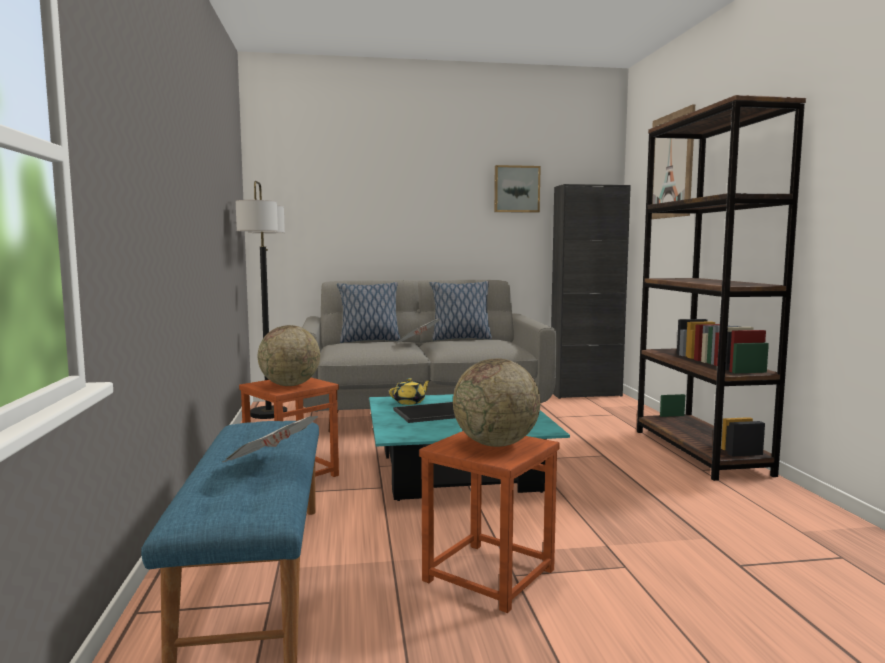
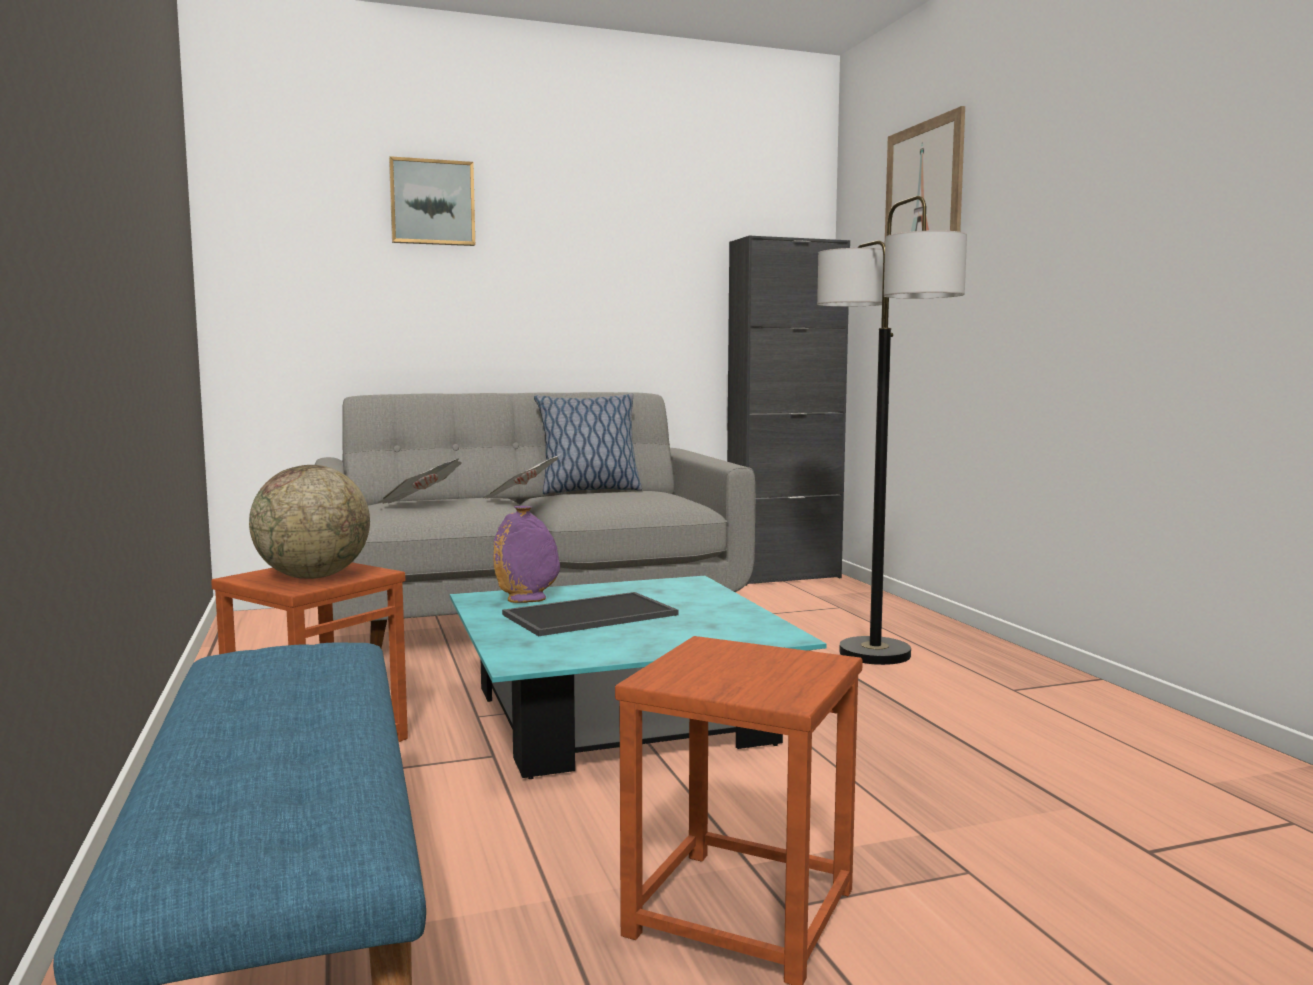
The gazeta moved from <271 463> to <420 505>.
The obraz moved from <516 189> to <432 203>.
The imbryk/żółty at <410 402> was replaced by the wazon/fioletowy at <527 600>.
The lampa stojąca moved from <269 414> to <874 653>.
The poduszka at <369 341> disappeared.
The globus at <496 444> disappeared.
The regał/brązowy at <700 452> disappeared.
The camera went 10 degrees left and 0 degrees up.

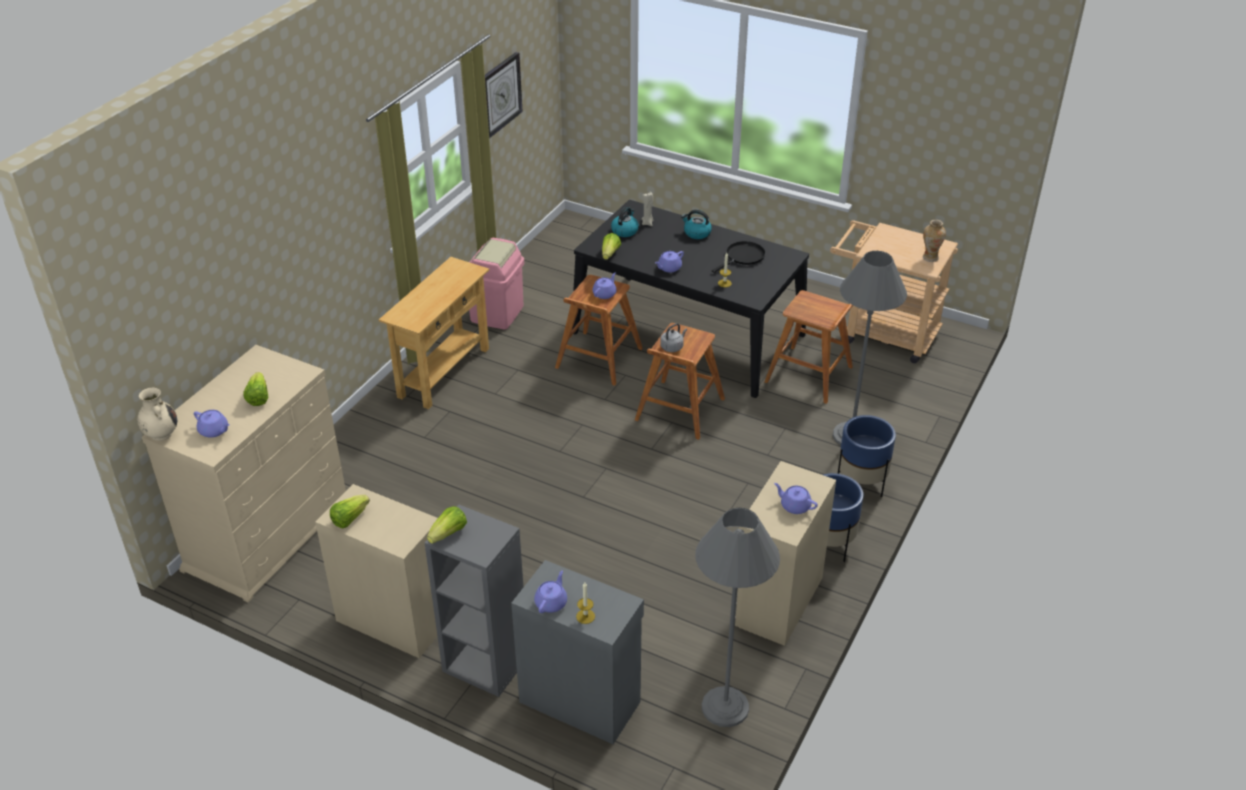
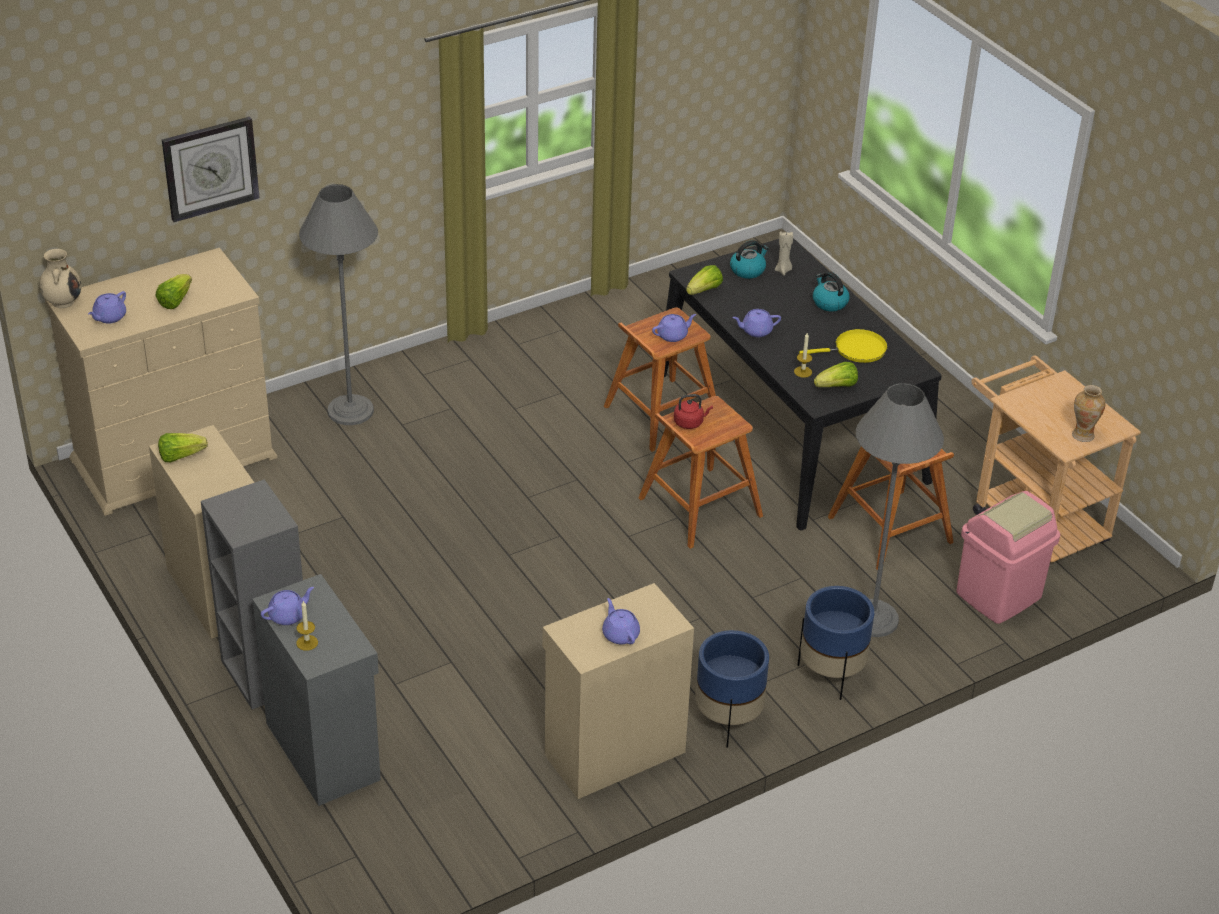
The imbryk/fioletowy at <214 431> turned 60 degrees clockwise.
The zegar ścienny moved from <500 95> to <210 168>.
The lampa stojąca/szary moved from <725 707> to <350 410>.
The czajnik/szary at <672 347> became the czajnik/czerwony at <690 422>.
The patelnia/czarny at <743 257> became the patelnia/żółty at <856 350>.
The sałata moved from <448 534> to <837 386>.
The kosz na śmieci/różowy moved from <497 314> to <999 596>.
The stolik konsolowy/beżowy at <444 372> disappeared.
The camera went 30 degrees right and 0 degrees up.

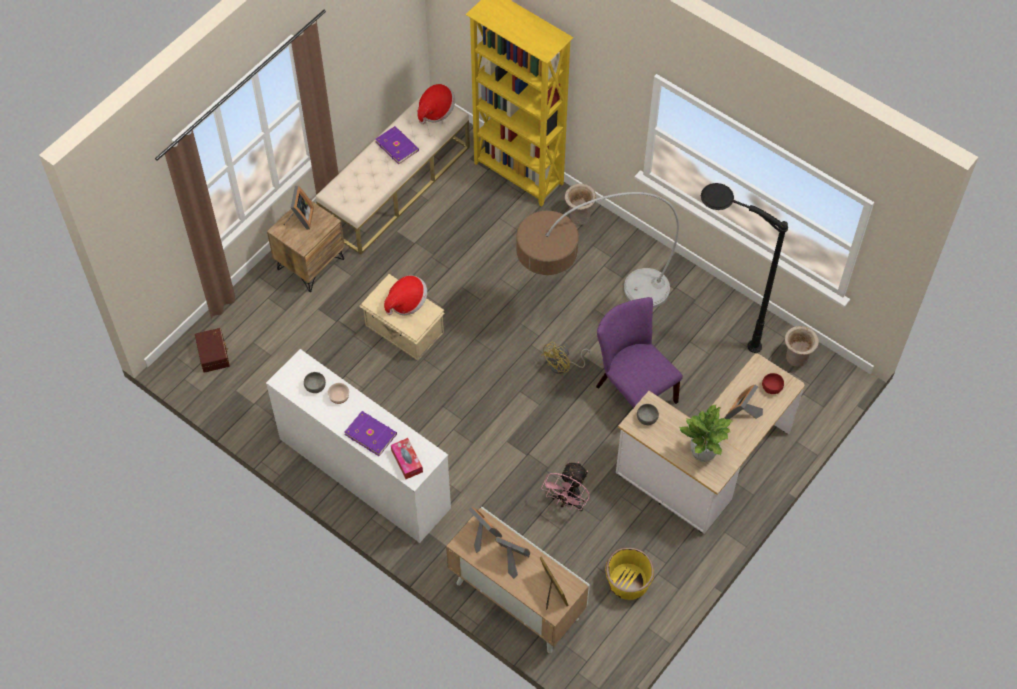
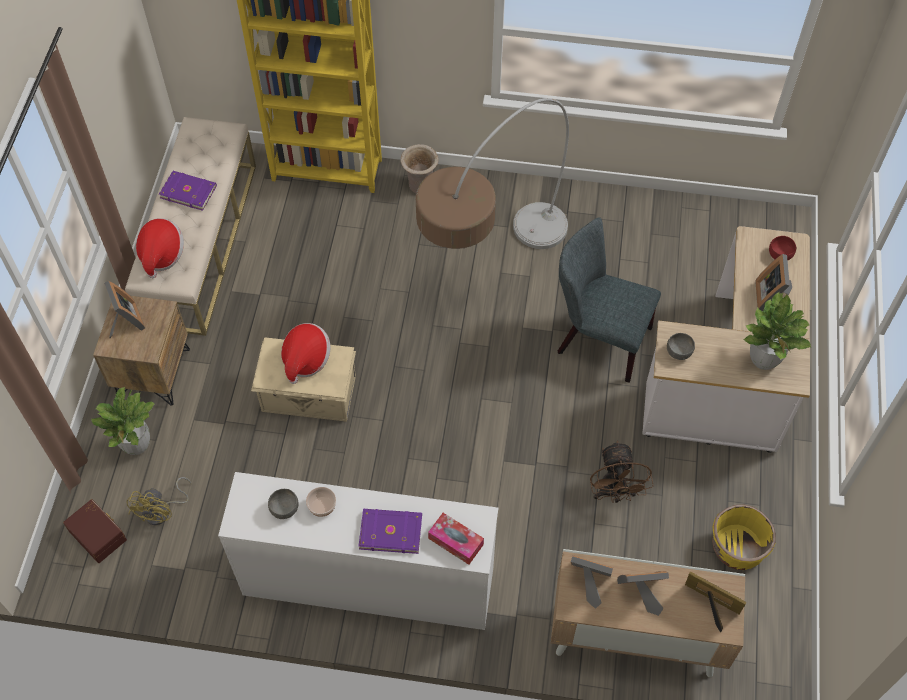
The roślina doniczkowa at <136 445> appeared.
The wentylator/żółty moved from <563 366> to <162 511>.
The kapelusz moved from <436 111> to <161 255>.
The krzesło/fioletowy at <632 391> became the krzesło/szary at <598 339>.
The wentylator/różowy at <568 502> became the wentylator/brązowy at <614 493>.
The lampa stojąca/czarny at <711 330> disappeared.
The wazon/beżowy at <796 359> disappeared.
The camera went 30 degrees left and 0 degrees up.

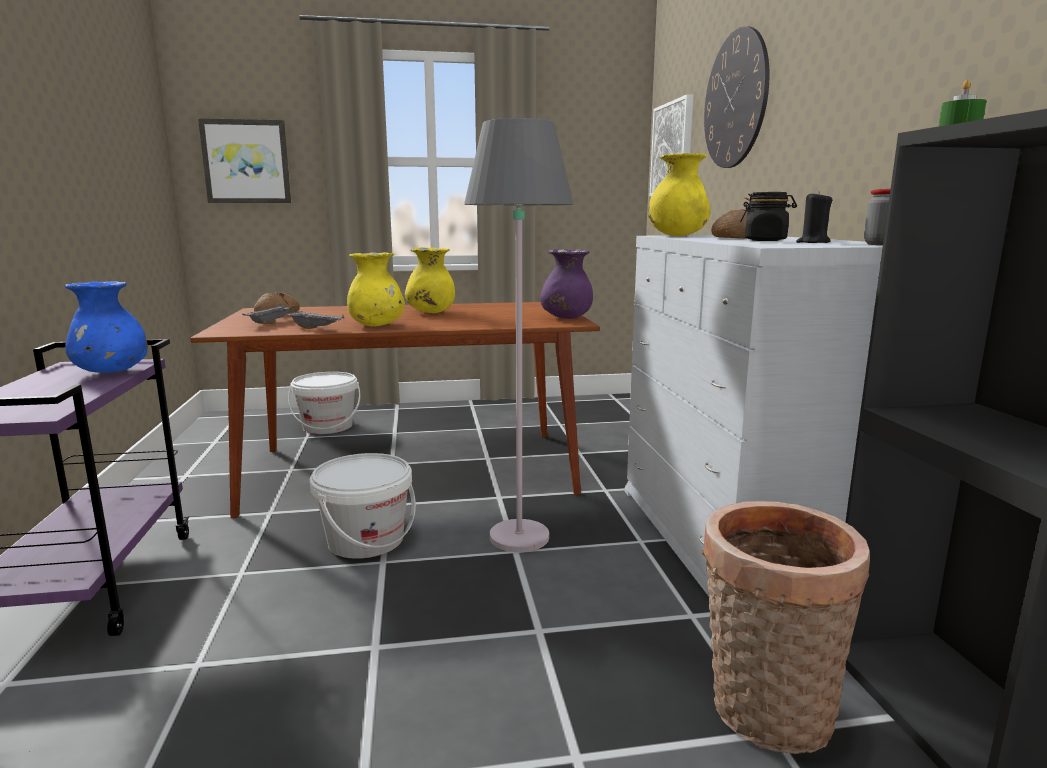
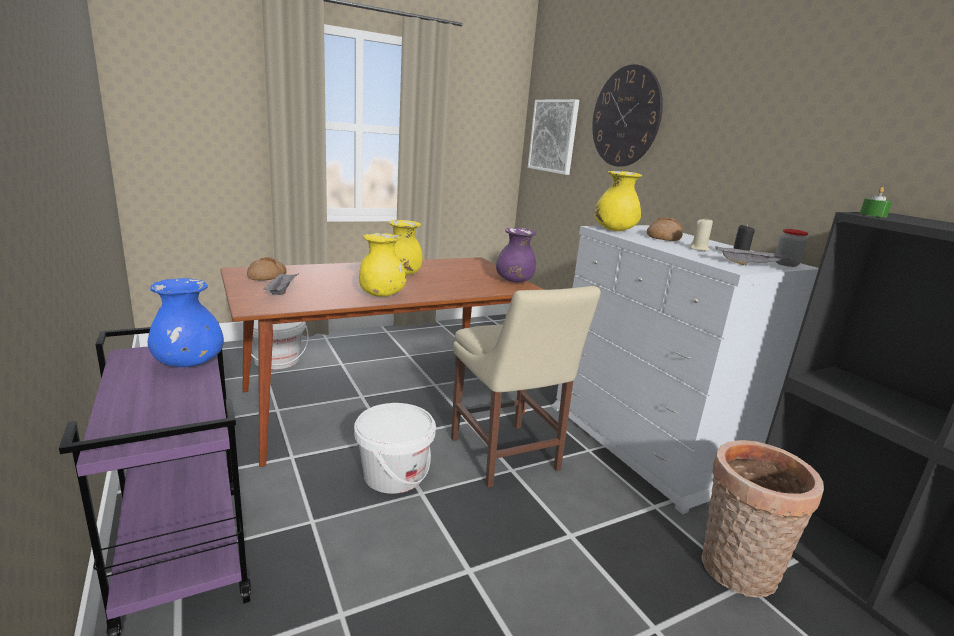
The lampa stojąca/szary at <519 537> was replaced by the krzesło/beżowy at <506 457>.
The słoik/czarny at <765 240> was replaced by the świeca/beżowy at <699 249>.
The taca/szary moved from <316 329> to <749 265>.
The obraz at <246 162> disappeared.
The camera went 20 degrees left and 5 degrees up.

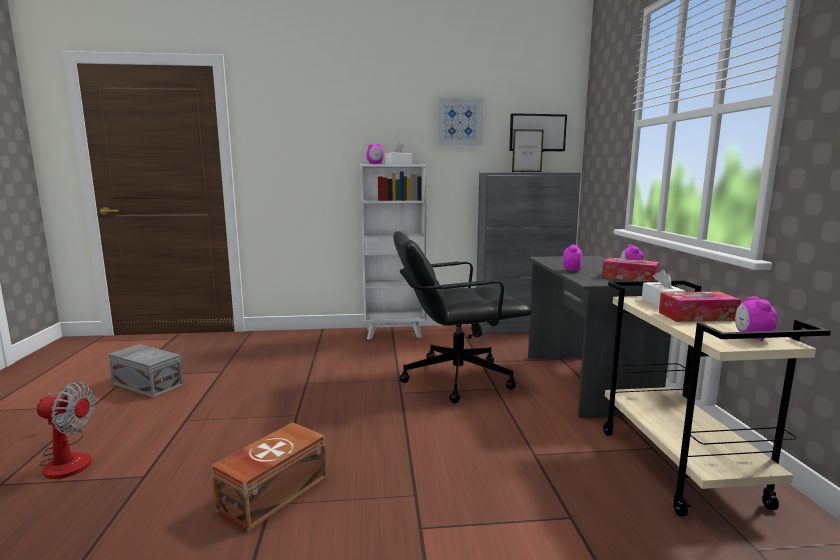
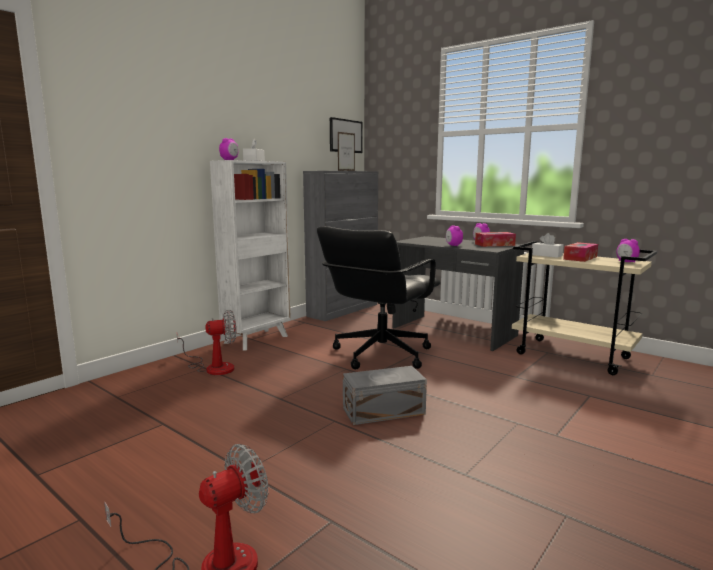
The wentylator at <213 367> appeared.
The pojemnik do przechowywania/szary moved from <148 384> to <382 410>.
The pojemnik do przechowywania/brązowy at <271 493> disappeared.
The obraz at <459 122> disappeared.
The camera went 45 degrees left and 0 degrees up.

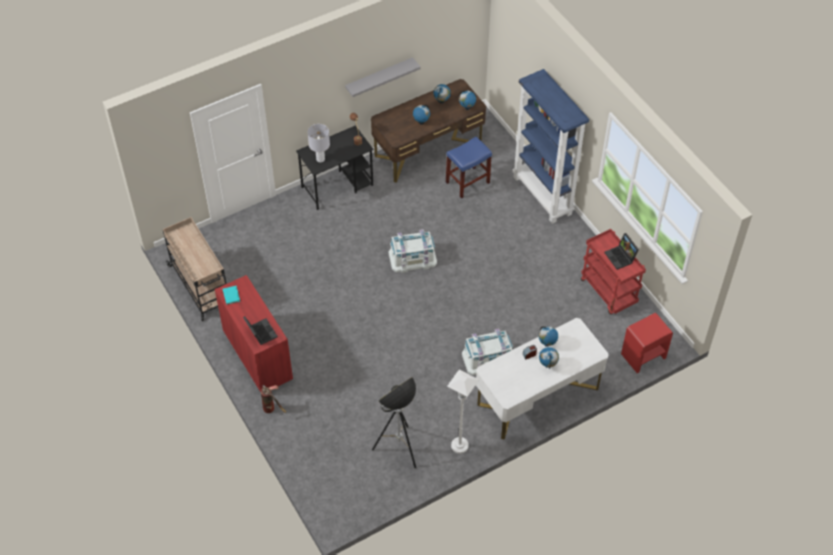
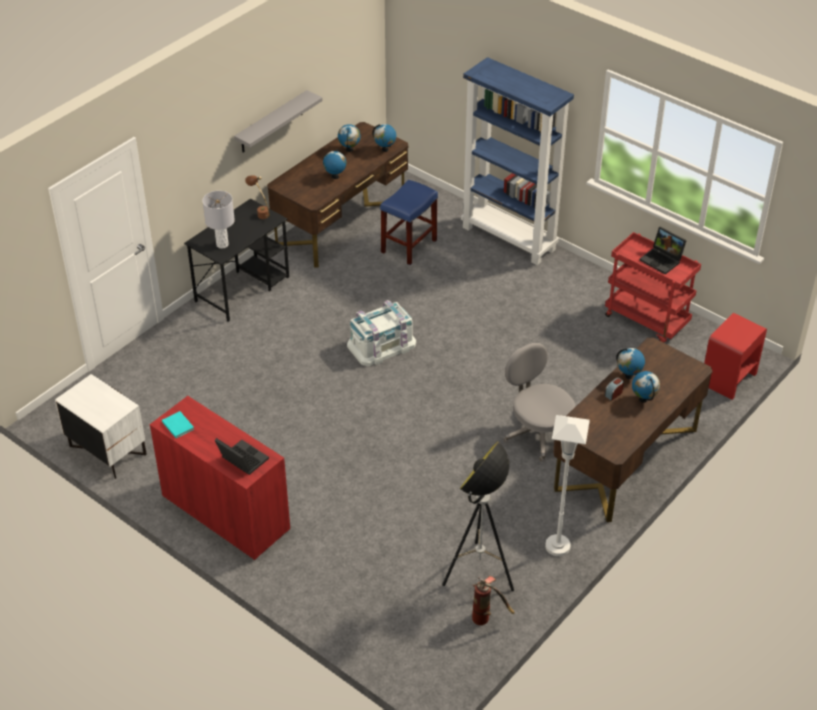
The wózek/beżowy at <201 286> was replaced by the szafka nocna/biały at <107 451>.
The gaśnica moved from <273 409> to <487 617>.
The pojemnik do przechowywania/biały at <487 358> was replaced by the krzesło biurowe/szary at <538 433>.
The biurko/biały at <538 396> became the biurko/brązowy at <626 459>.
The camera went 20 degrees left and 10 degrees down.

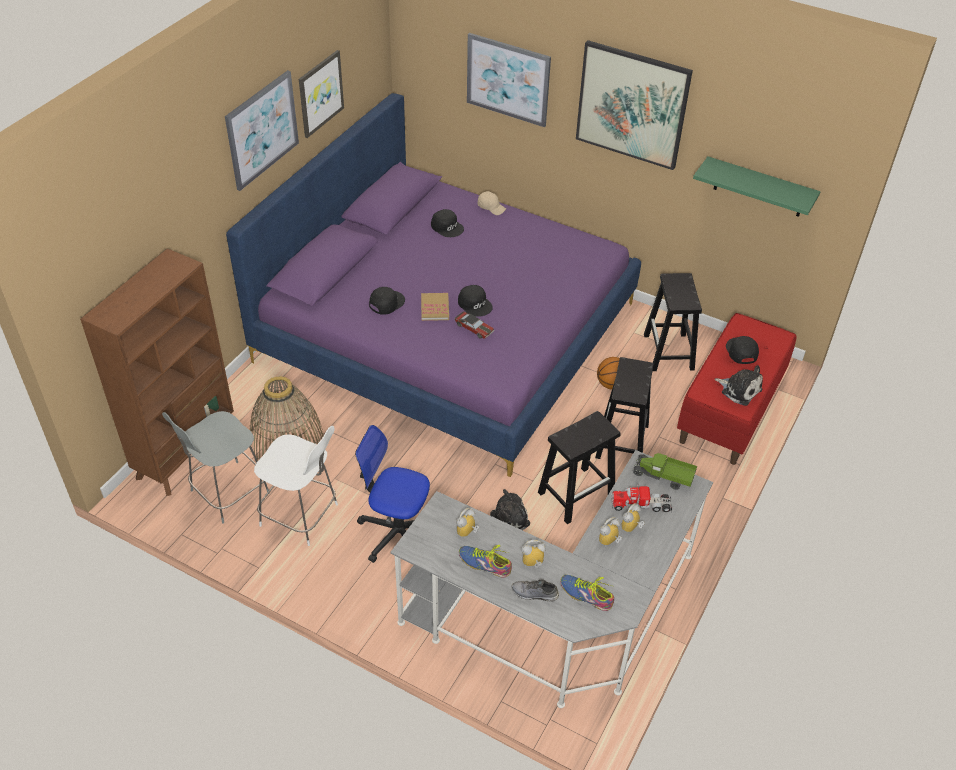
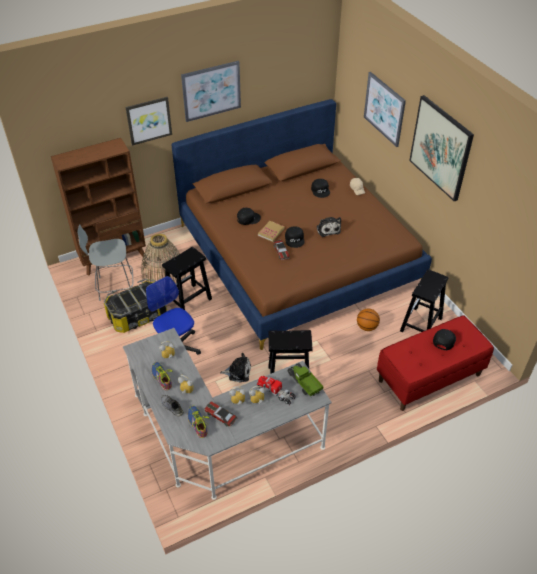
The krzesło/biały at <301 516> was replaced by the pojemnik do przechowywania at <137 316>.
The obraz moved from <320 93> to <149 120>.
The stołek/czarny moved from <622 442> to <188 301>.
The łóżko/fioletowy at <447 331> became the łóżko/brązowy at <297 254>.
The samochodzik at <220 416> appeared.
The pluszak moved from <739 390> to <328 229>.
The półka/zielony at <759 187> disappeared.
The camera went 35 degrees right and 0 degrees up.

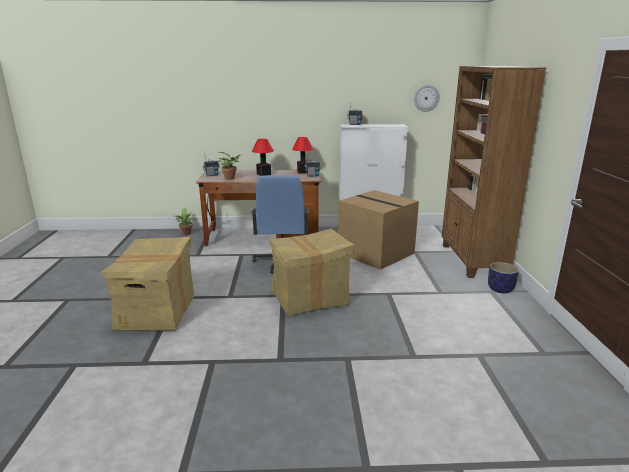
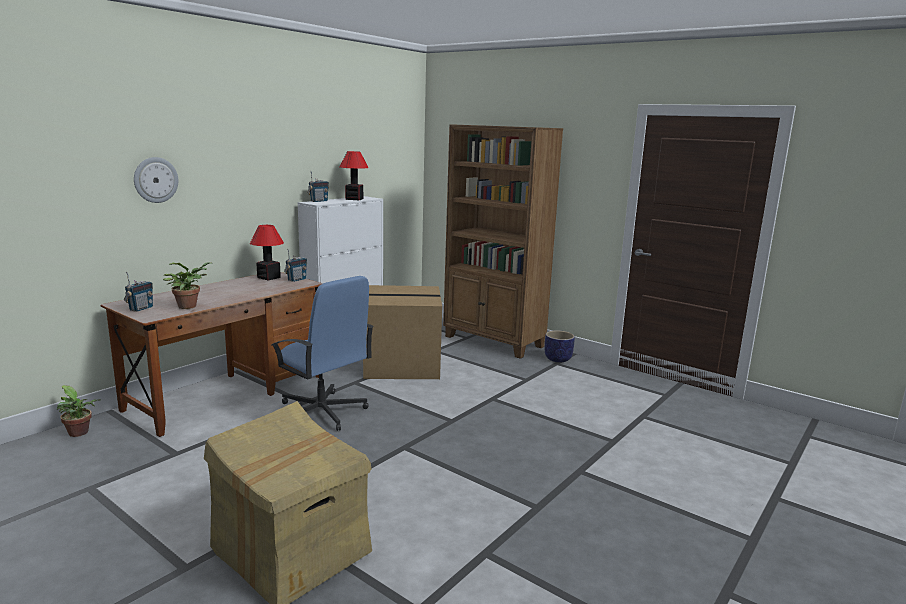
The zegar ścienny moved from <426 98> to <155 180>.
The lampa stołowa moved from <263 174> to <354 199>.
The karton at <309 297> disappeared.
The camera went 50 degrees left and 5 degrees down.

